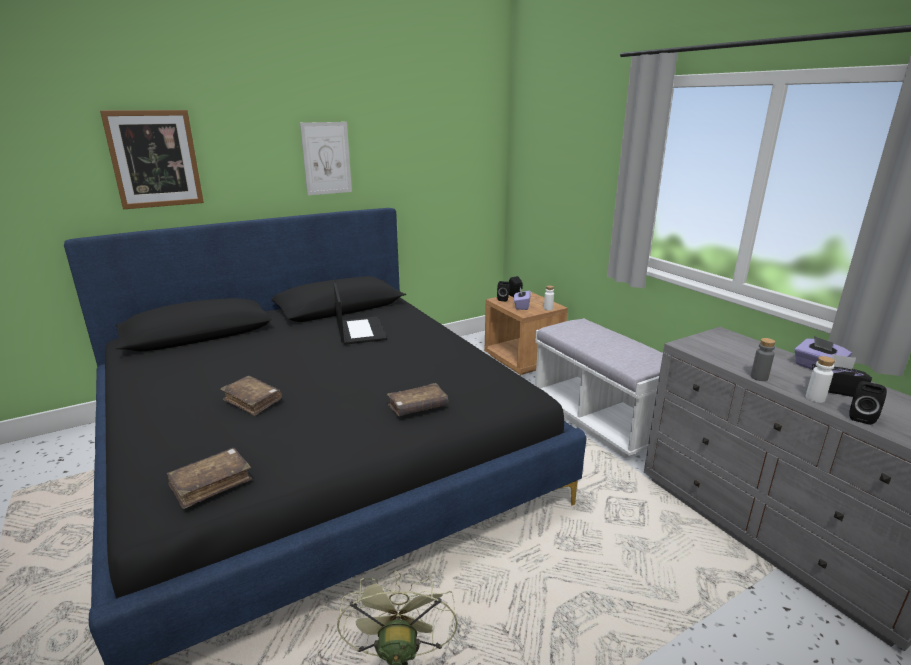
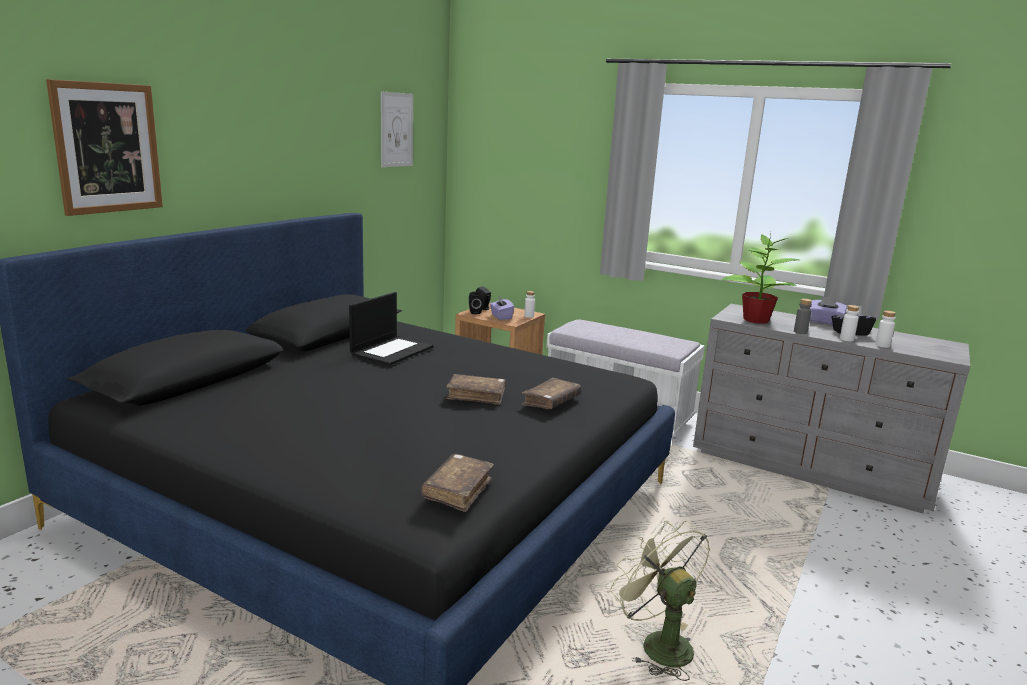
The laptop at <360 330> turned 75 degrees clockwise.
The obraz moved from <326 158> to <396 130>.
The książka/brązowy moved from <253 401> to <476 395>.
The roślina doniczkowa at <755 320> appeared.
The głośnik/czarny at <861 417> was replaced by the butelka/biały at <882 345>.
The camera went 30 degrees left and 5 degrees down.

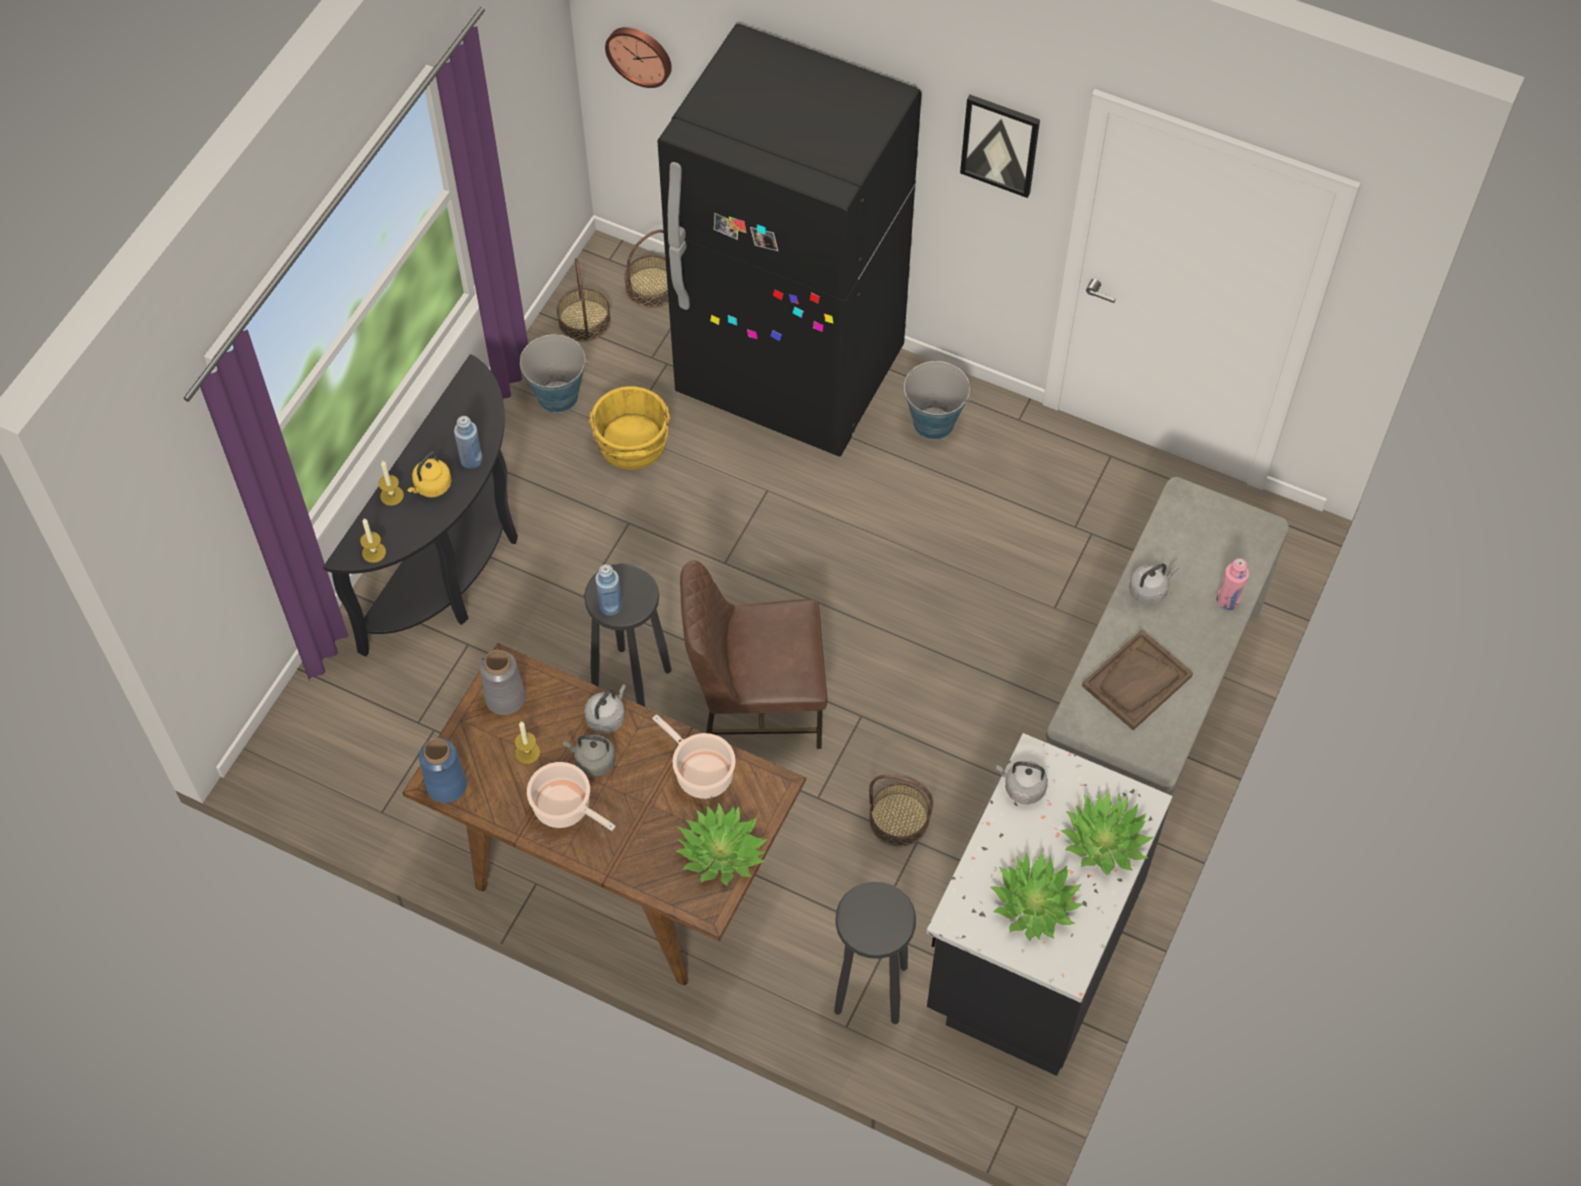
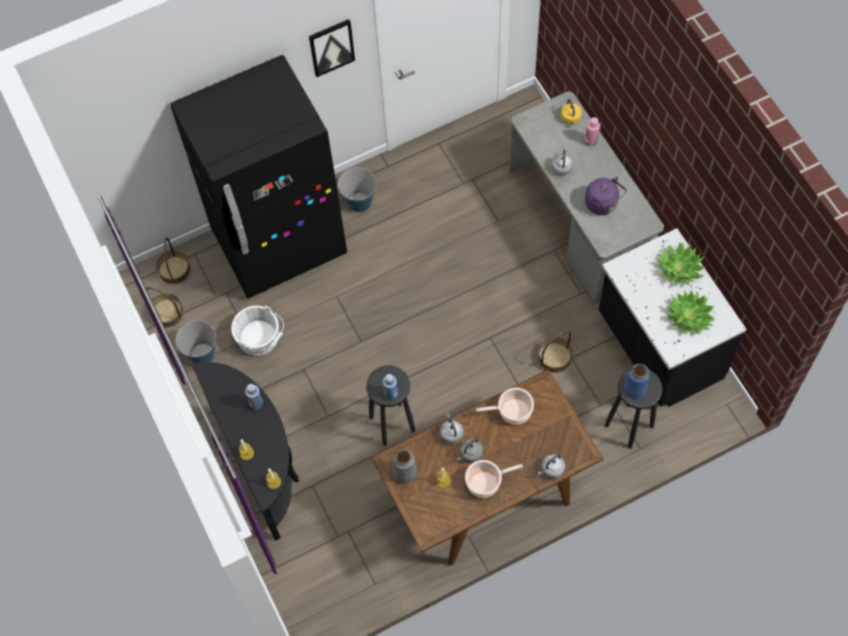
The wiadro/żółty at <632 446> became the wiadro/biały at <260 339>.
The czajnik/szary moved from <1022 788> to <551 470>.
The czajnik/żółty moved from <431 486> to <571 118>.
The taca/brązowy at <1136 682> was replaced by the czajnik/fioletowy at <603 204>.
The wazon/niebieski moved from <446 785> to <635 388>.
The zegar ścienny at <640 54> disappeared.
The roślina doniczkowa at <721 852> disappeared.
The krzesło/brązowy at <756 703> disappeared.
The camera went 50 degrees left and 5 degrees up.

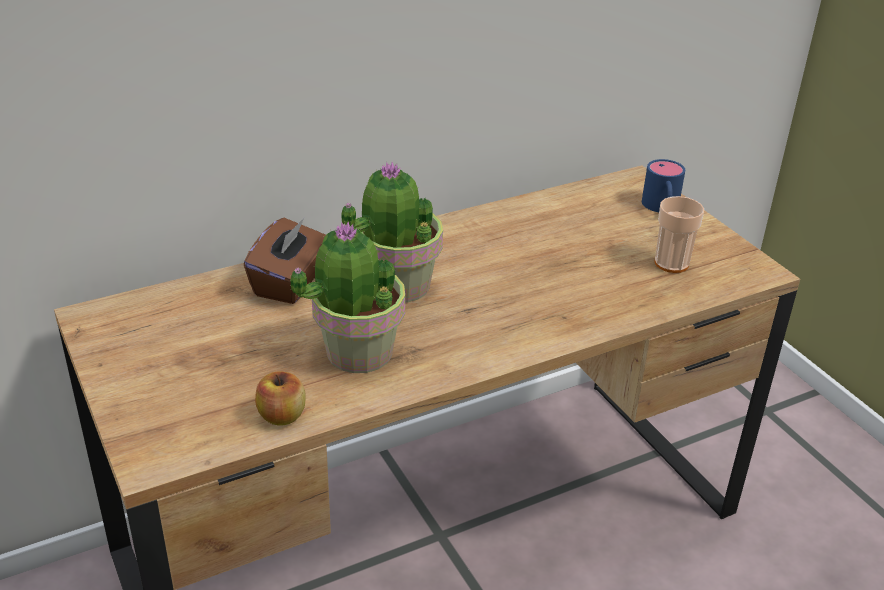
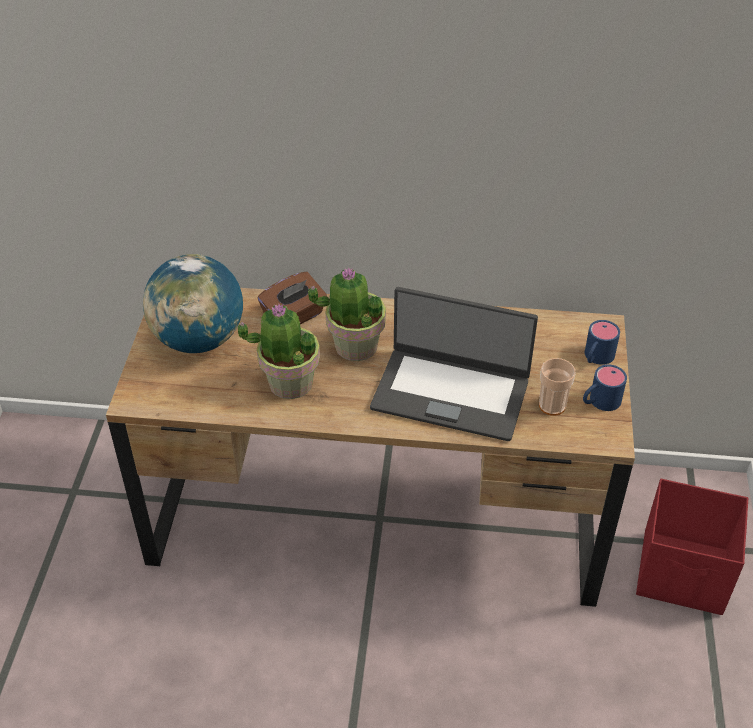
The globus at <199 340> appeared.
The laptop at <451 393> appeared.
The kubek/niebieski at <599 402> appeared.
The pojemnik do przechowywania/czerwony at <683 574> appeared.
The jabłko at <282 416> disappeared.
The camera went 35 degrees right and 10 degrees up.

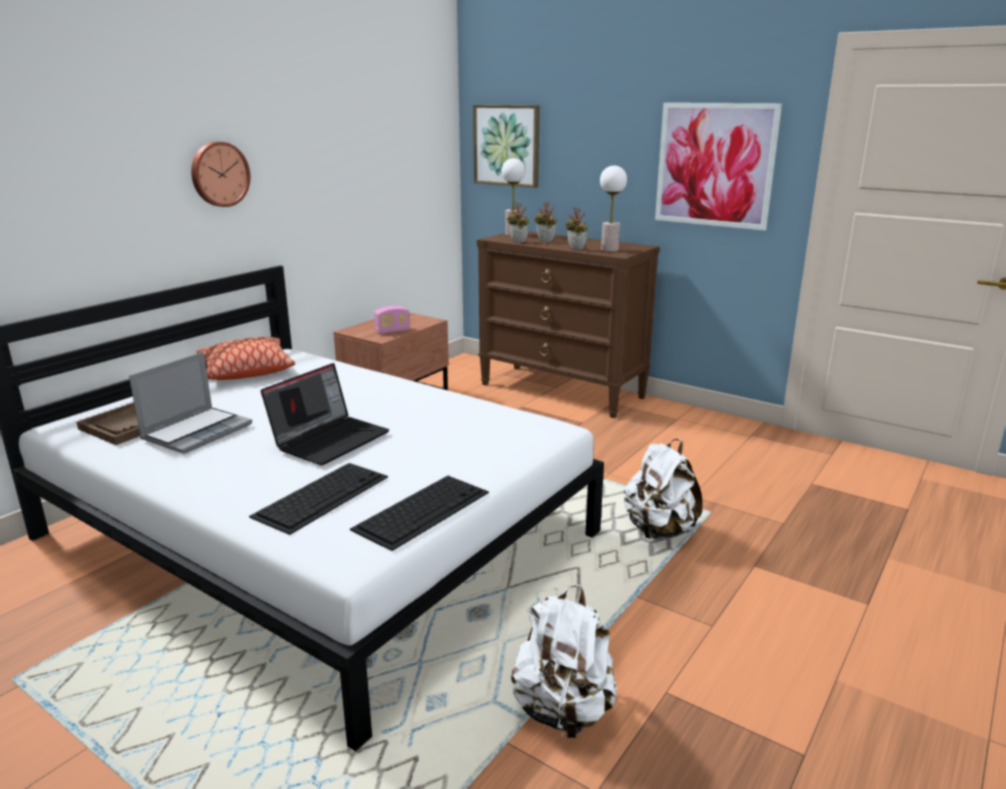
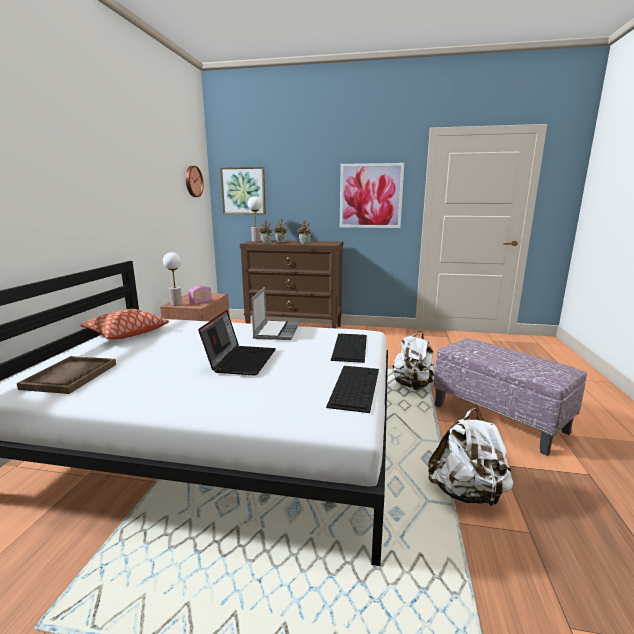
The lampa stołowa moved from <610 250> to <176 304>.
The zegar ścienny moved from <219 174> to <193 181>.
The laptop moved from <197 431> to <276 331>.
The klawiatura moved from <322 495> to <349 347>.
The pufa at <499 418> appeared.
The camera went 25 degrees left and 5 degrees down.

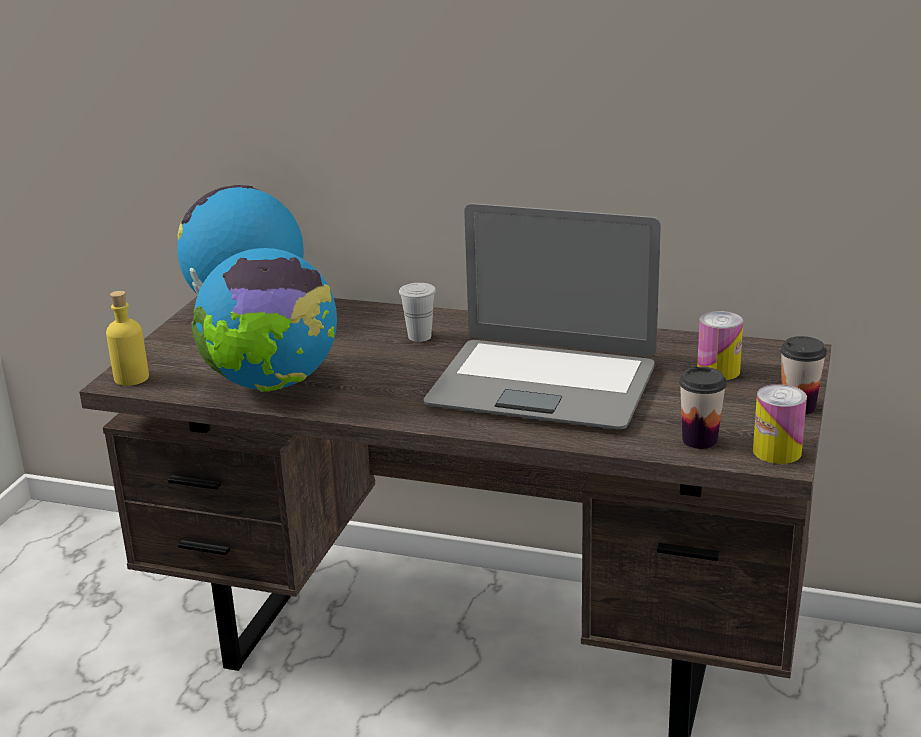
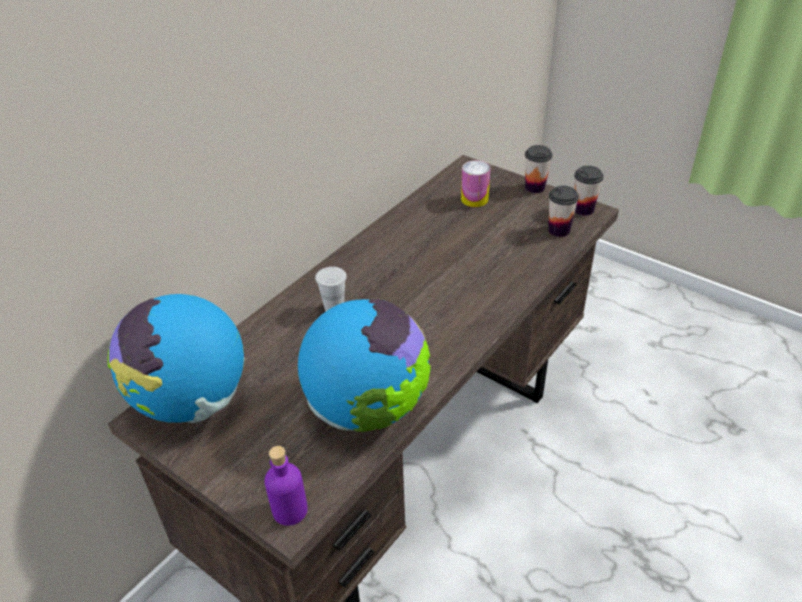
The butelka/żółty at <131 378> became the butelka/fioletowy at <290 510>.
The puszka at <777 451> was replaced by the filiżanka at <583 209>.
The laptop at <543 386> disappeared.
The camera went 70 degrees left and 15 degrees up.

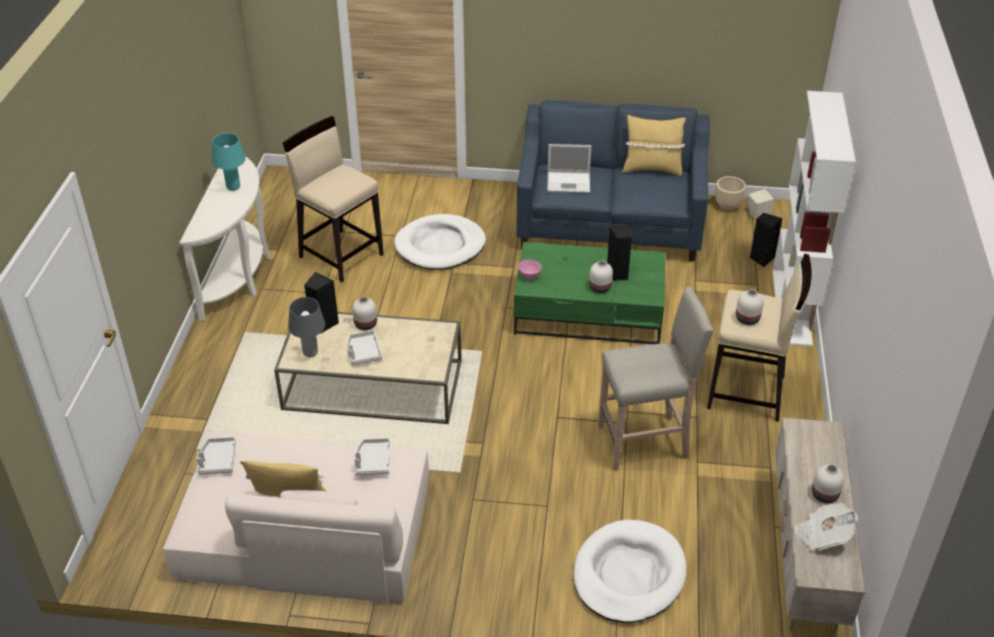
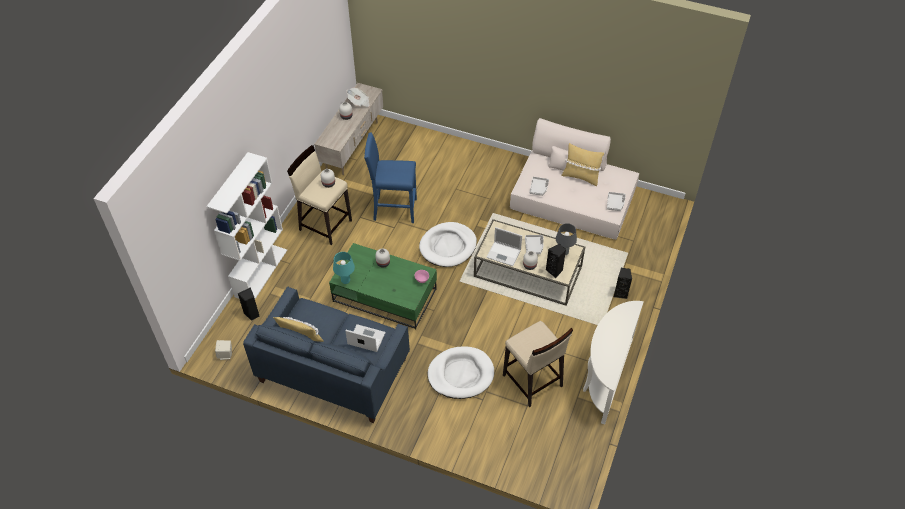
The lampa stołowa/turkusowy moved from <233 188> to <345 281>.
The stołek/beżowy at <645 442> became the stołek/niebieski at <394 209>.
The legowisko/biały moved from <628 575> to <448 246>.
The laptop at <504 254> appeared.
The głośnik/czarny moved from <618 274> to <620 293>.
The donica/beżowy at <728 206> disappeared.
The camera went 165 degrees left and 10 degrees up.

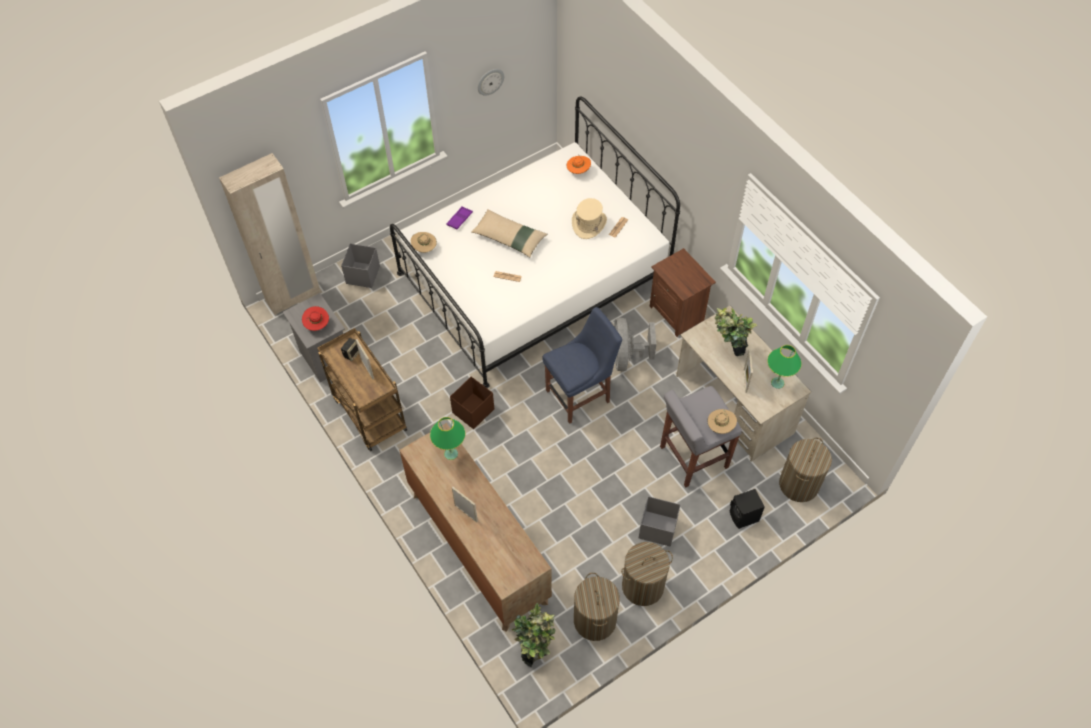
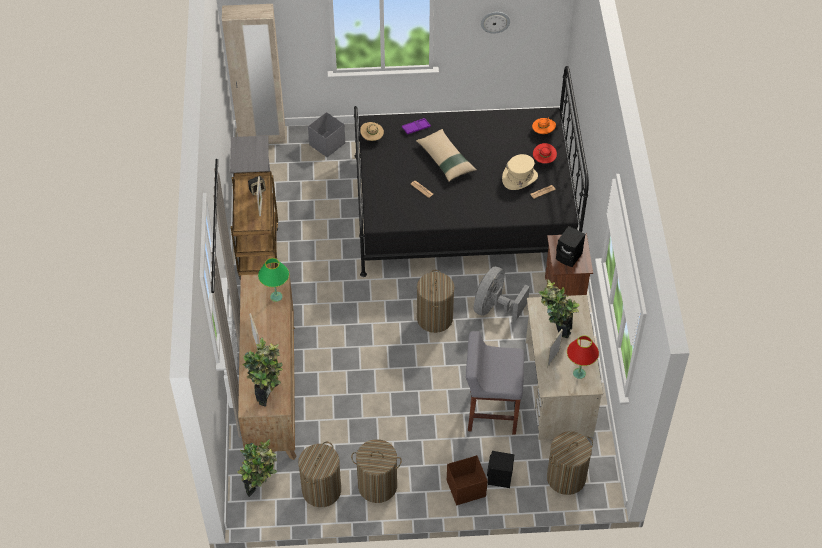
The roślina doniczkowa at <267 393> appeared.
The łóżko/biały at <533 277> became the łóżko/czarny at <463 208>.
The krzesło/niebieski at <581 395> was replaced by the kosz na pranie at <434 318>.
The pojemnik do przechowywania/brązowy moved from <472 411> to <465 488>.
The kapelusz/czerwony moved from <317 324> to <544 160>.
The głośnik/czarny at <569 257> appeared.
The lampa stołowa/zielony at <777 383> became the lampa stołowa/czerwony at <579 373>.
The pojemnik do przechowywania/szary at <657 528> disappeared.
The kapelusz/beżowy at <720 426> disappeared.
The camera went 30 degrees right and 5 degrees down.

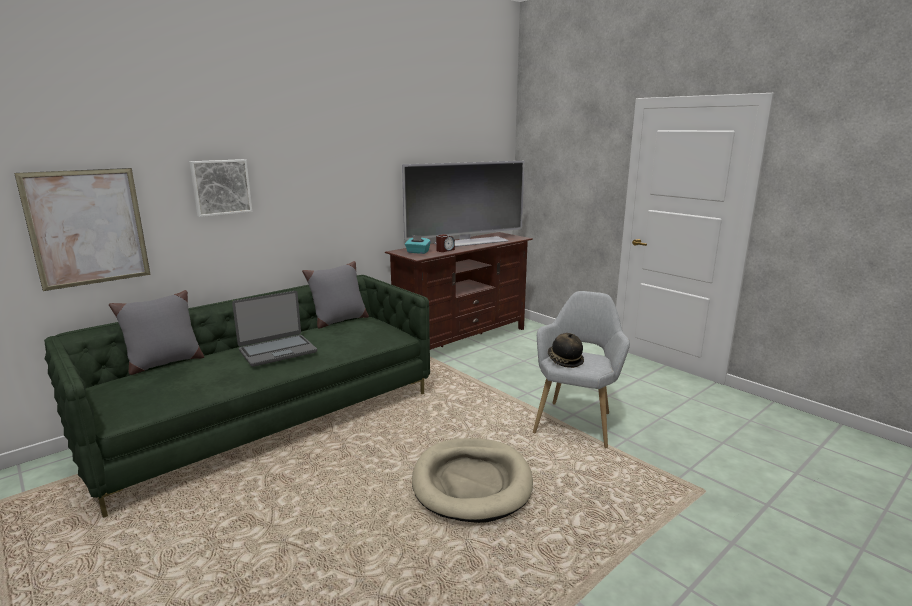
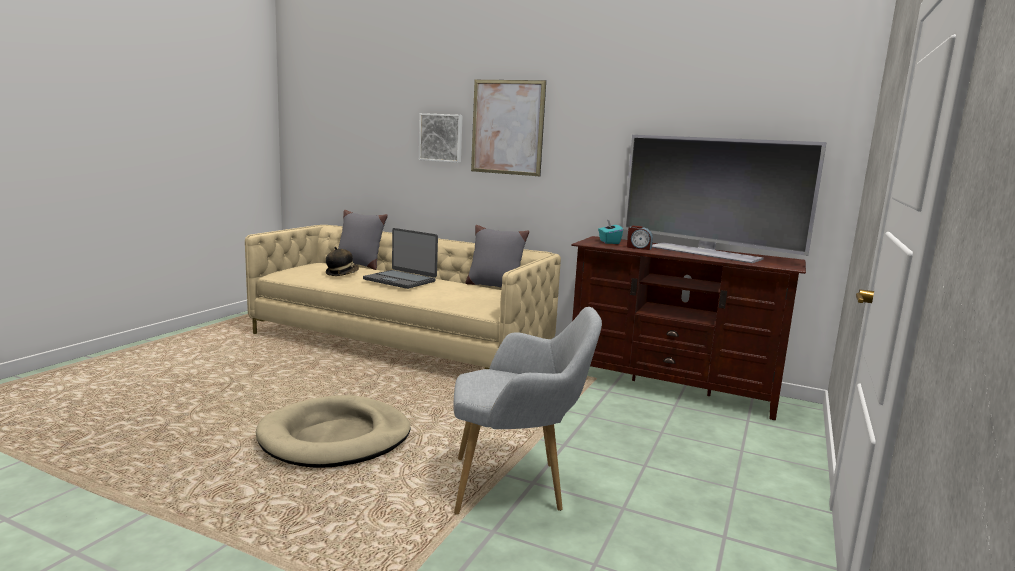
The kanapa/zielony at <269 419> became the kanapa/beżowy at <400 344>.
The kapelusz moved from <564 361> to <341 273>.
The obraz moved from <88 228> to <507 127>.
The camera went 65 degrees right and 5 degrees down.

